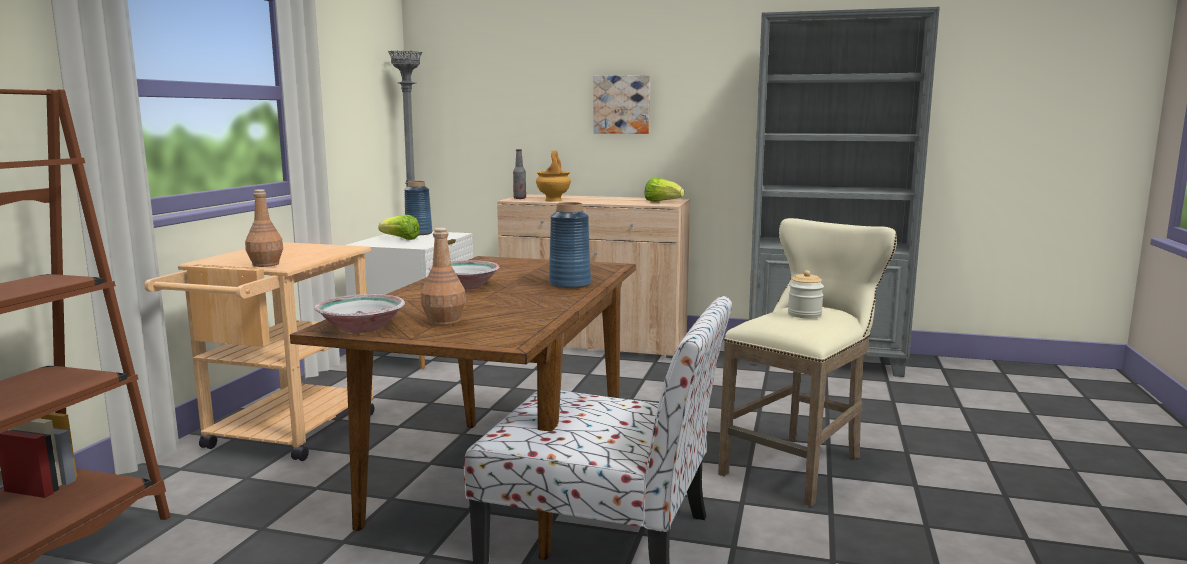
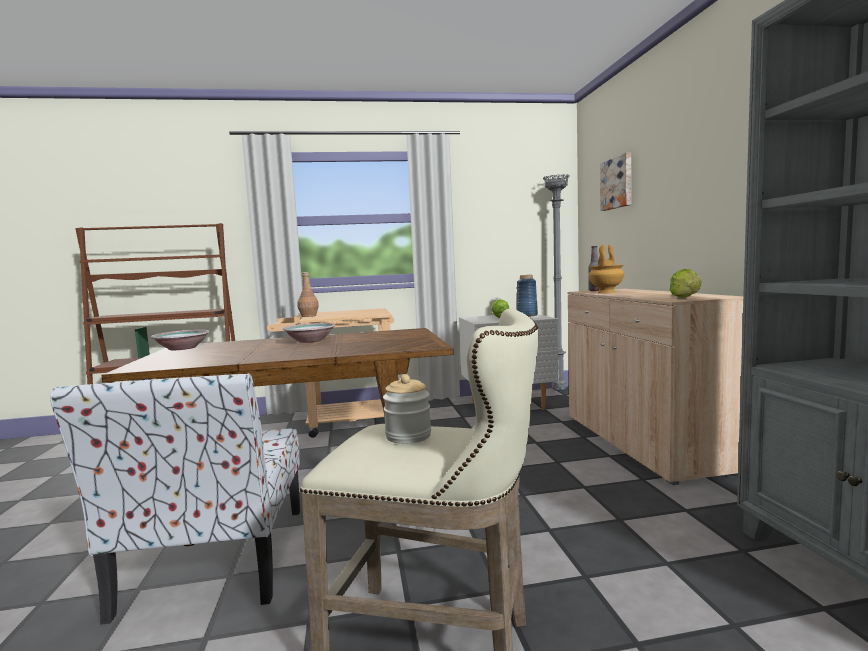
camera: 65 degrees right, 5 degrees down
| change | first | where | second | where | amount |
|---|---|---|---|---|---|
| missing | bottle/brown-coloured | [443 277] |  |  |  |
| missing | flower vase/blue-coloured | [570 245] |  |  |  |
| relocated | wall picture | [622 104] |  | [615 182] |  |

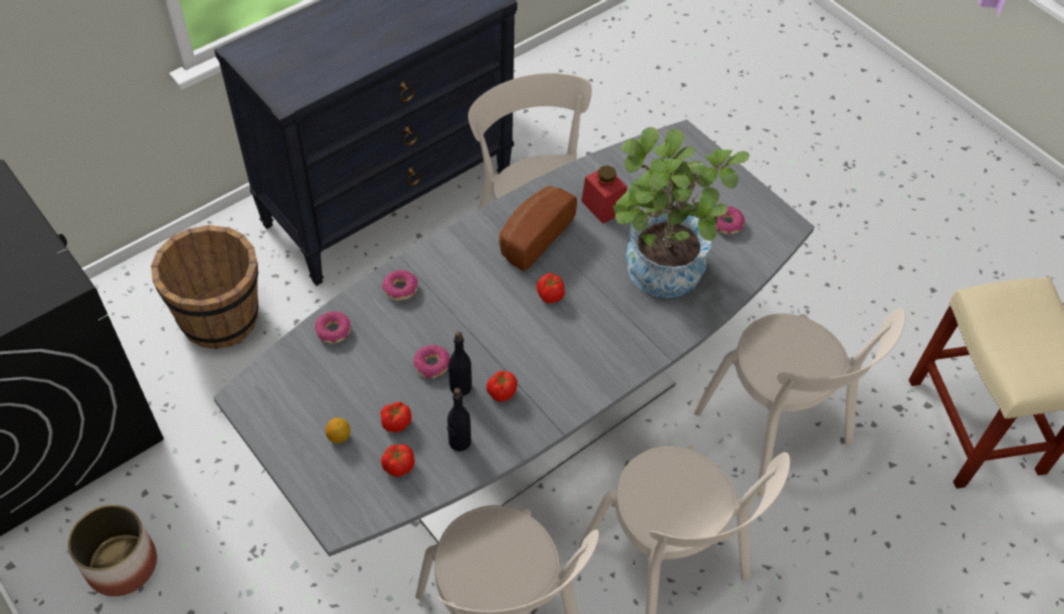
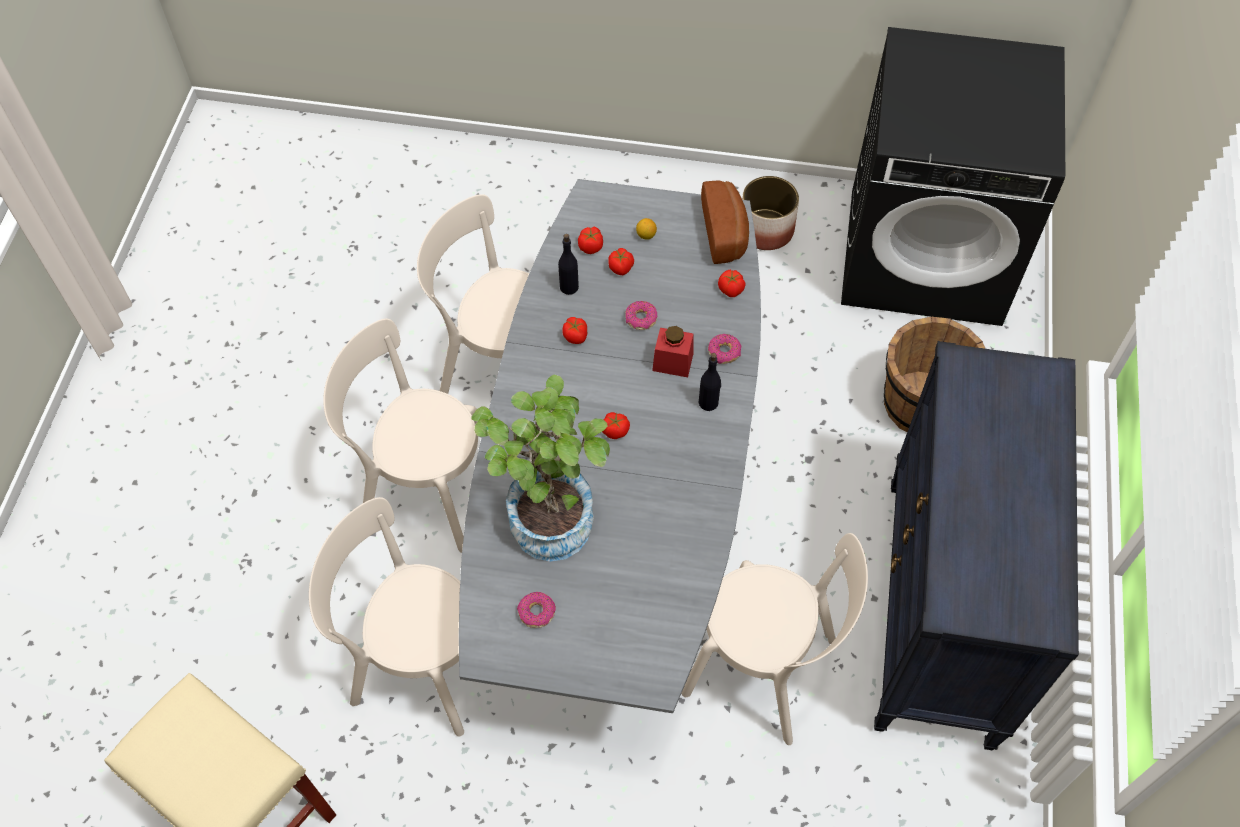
camera: 140 degrees right, 5 degrees up
| change | first | where | second | where | amount |
|---|---|---|---|---|---|
| exchanged | donut | [333 327] | fresh tomato | [732 283] |  |
| relocated | bottle/black | [460 363] |  | [710 382] |  |
| relocated | baked bread | [538 228] |  | [725 222] |  |
| relocated | preserve jar/red | [604 194] |  | [672 351] |  |

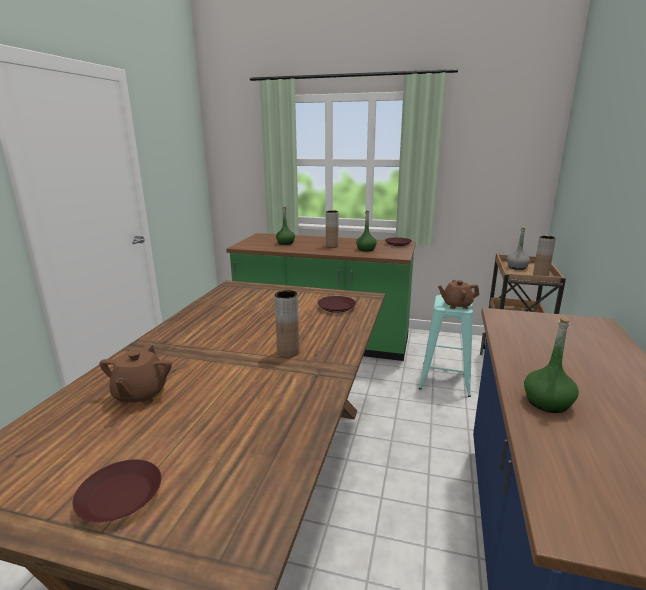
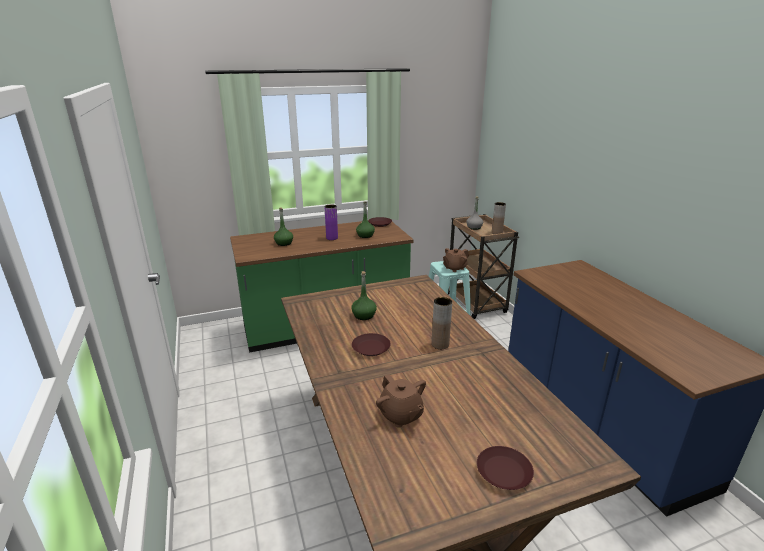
camera: 35 degrees left, 5 degrees up
| change | first | where | second | where | amount |
|---|---|---|---|---|---|
| relocated | plate/brown-coloured | [337 304] |  | [371 344] |  |
| colour | flower vase/brown-coloured | [332 229] | flower vase/purplish | [331 222] |  |
| relocated | bottle/green | [551 365] |  | [364 295] |  |

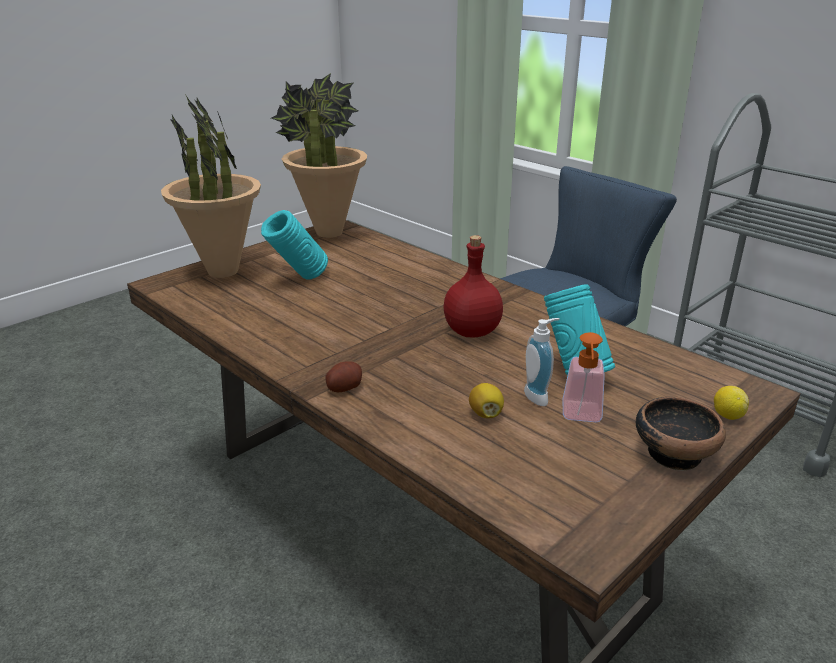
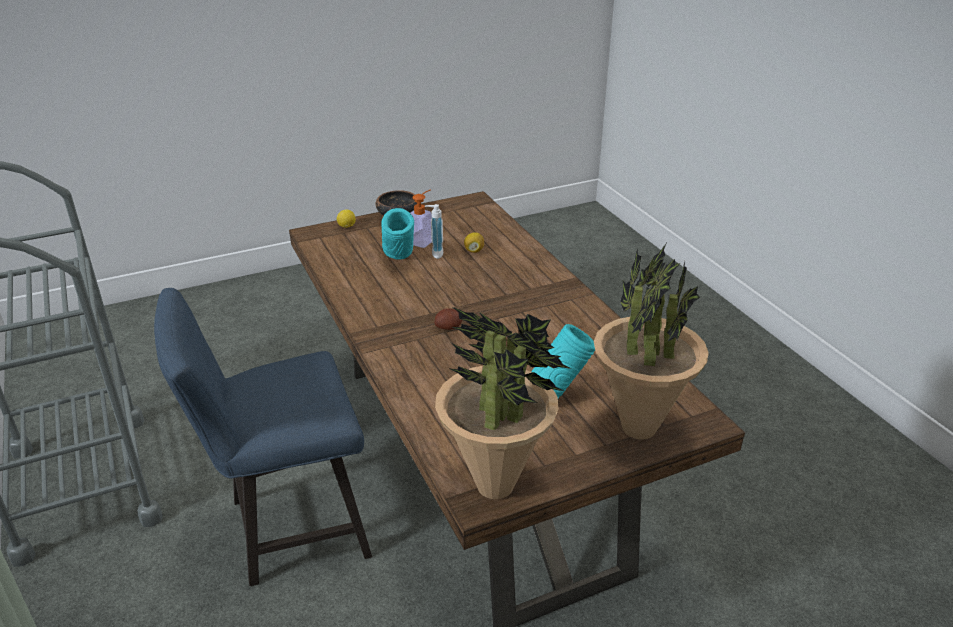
camera: 160 degrees left, 5 degrees up
| change | first | where | second | where | amount |
|---|---|---|---|---|---|
| relocated | whole potato | [344 377] |  | [448 319] |  |
| missing | bottle/red | [473 286] |  |  |  |

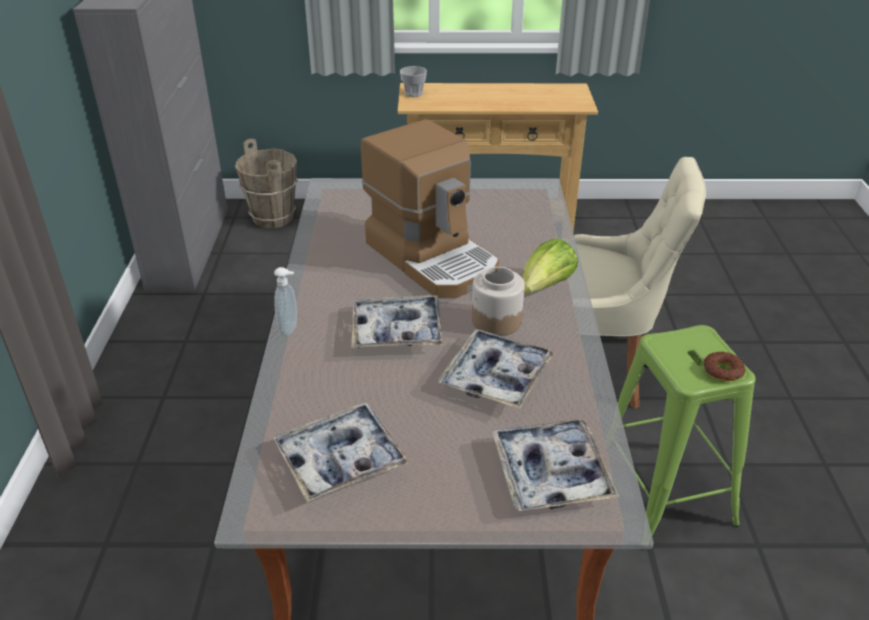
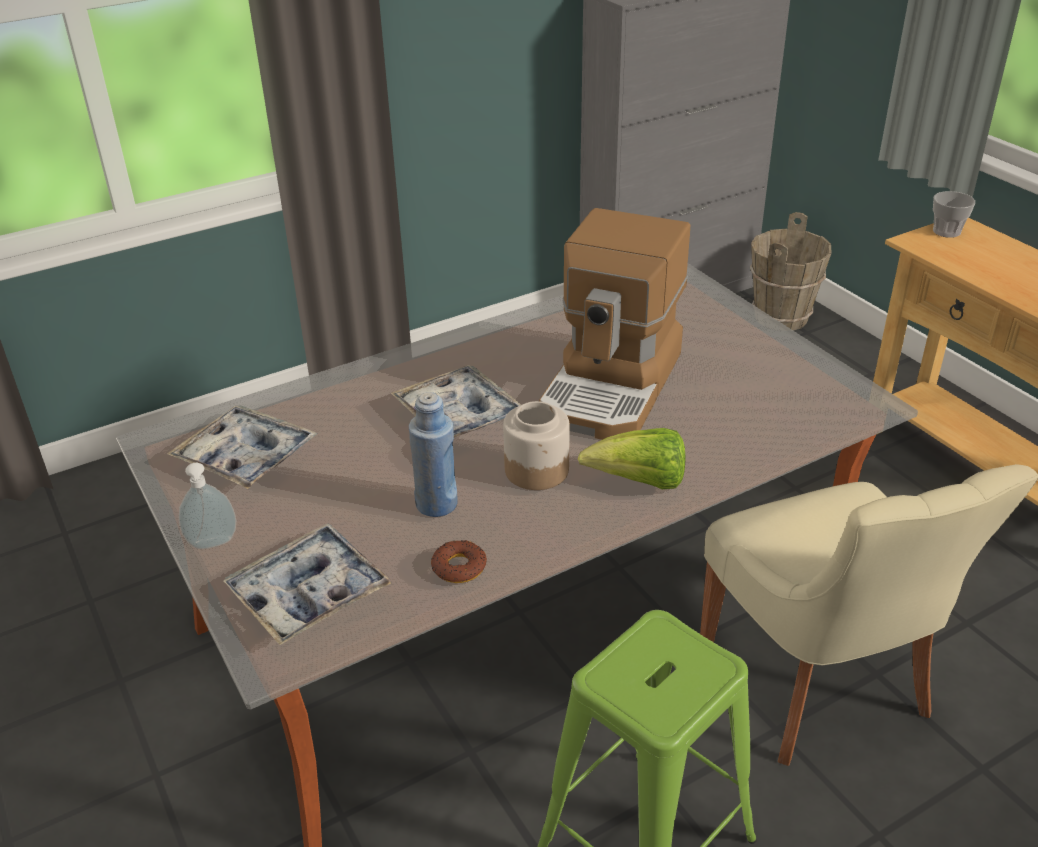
camera: 60 degrees right, 0 degrees up
| change | first | where | second | where | amount |
|---|---|---|---|---|---|
| relocated | liquid soap bottle | [285 302] |  | [207 506] |  |
| exchanged | tray | [496 369] | bottle/blue-coloured | [433 454] |  |
| relocated | donut | [724 366] |  | [459 561] |  |

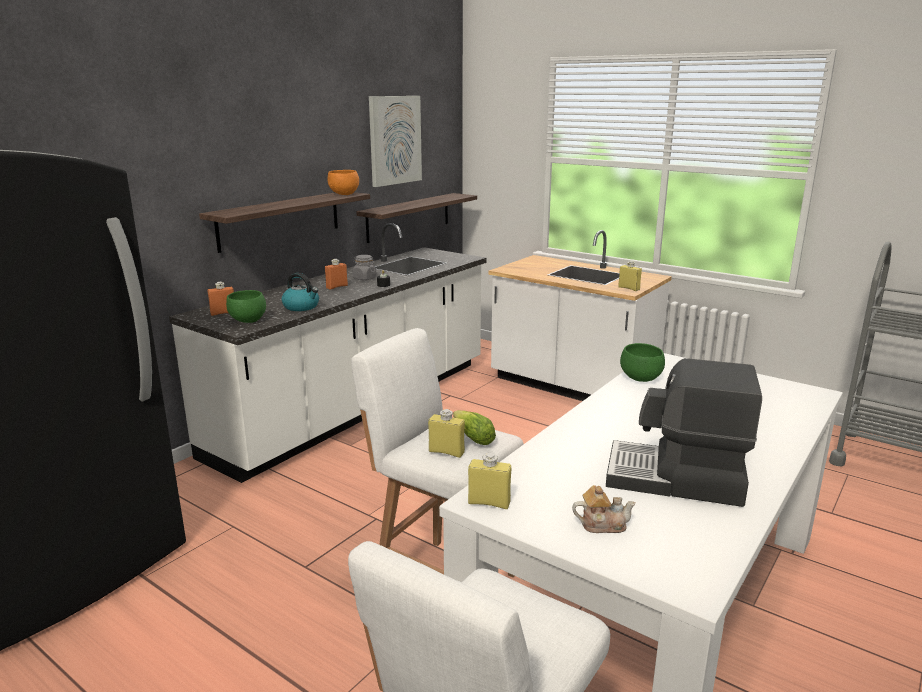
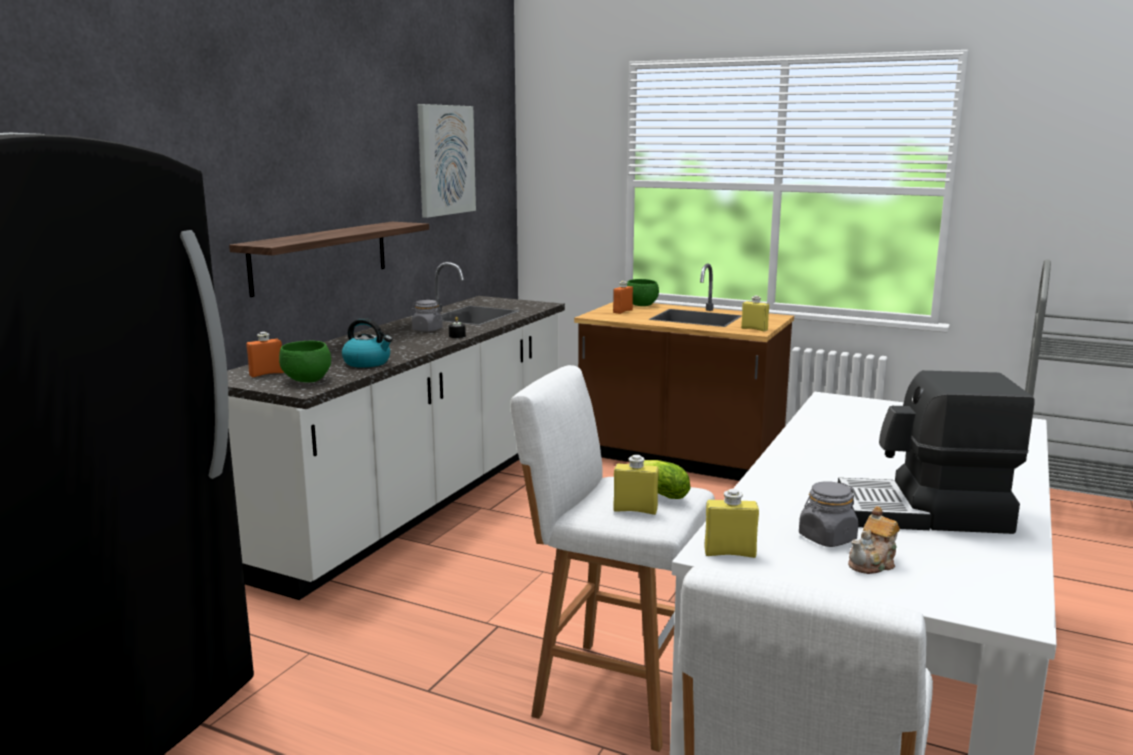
camera: 10 degrees left, 5 degrees down
| change | first | where | second | where | amount |
|---|---|---|---|---|---|
| relocated | bottle/orange | [336 274] |  | [623 297] |  |
| missing | serving bowl/orange | [343 182] |  |  |  |
| missing | shelf | [416 218] |  |  |  |
| colour | counter/white-coloured | [580 315] | counter/brown-coloured | [684 372] |  |
| spun | tea pot | [604 509] |  | [874 540] | 150 degrees clockwise |
| relocated | serving bowl/green | [642 362] |  | [643 292] |  |
| appeared |  |  | preserve jar/grey | [828 514] |  |

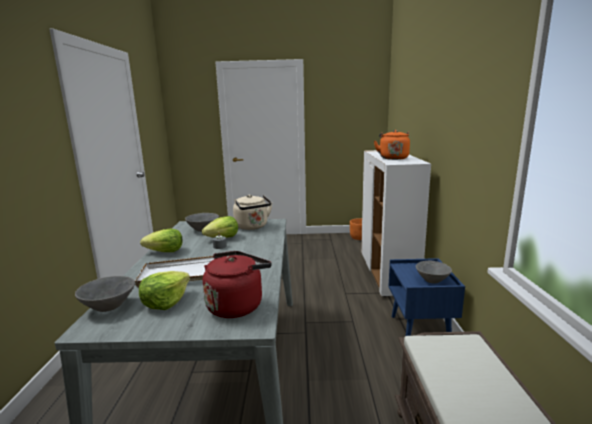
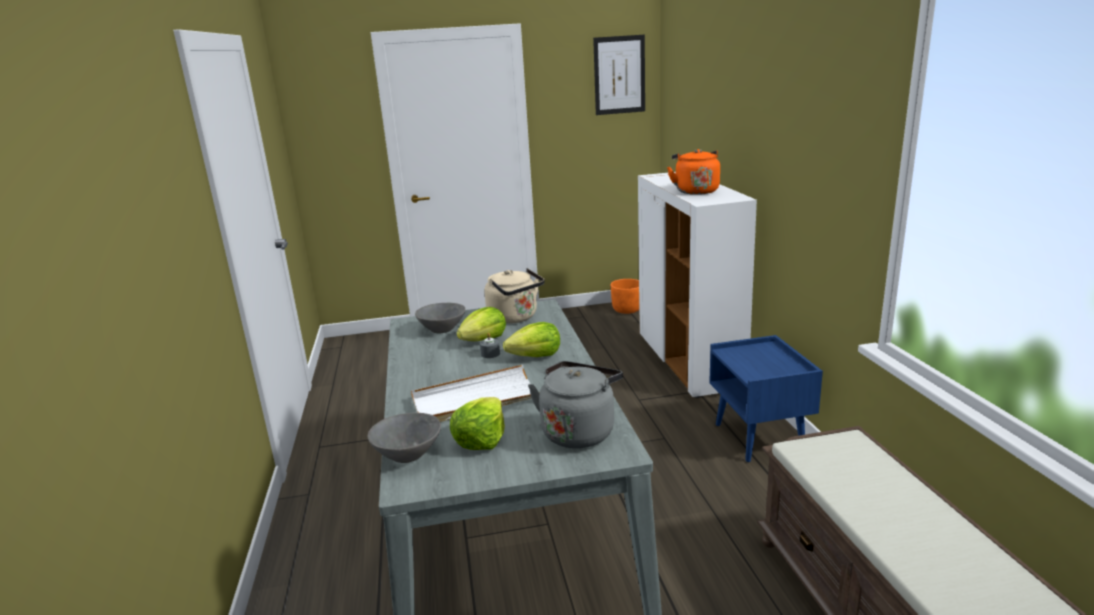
camera: 10 degrees left, 5 degrees up
| change | first | where | second | where | amount |
|---|---|---|---|---|---|
| relocated | head of lettuce | [161 240] |  | [531 339] |  |
| colour | kettle/red | [237 284] | kettle/grey | [575 404] |  |
| missing | serving bowl/grey | [434 272] |  |  |  |
| appeared |  |  | wall picture | [619 75] |  |

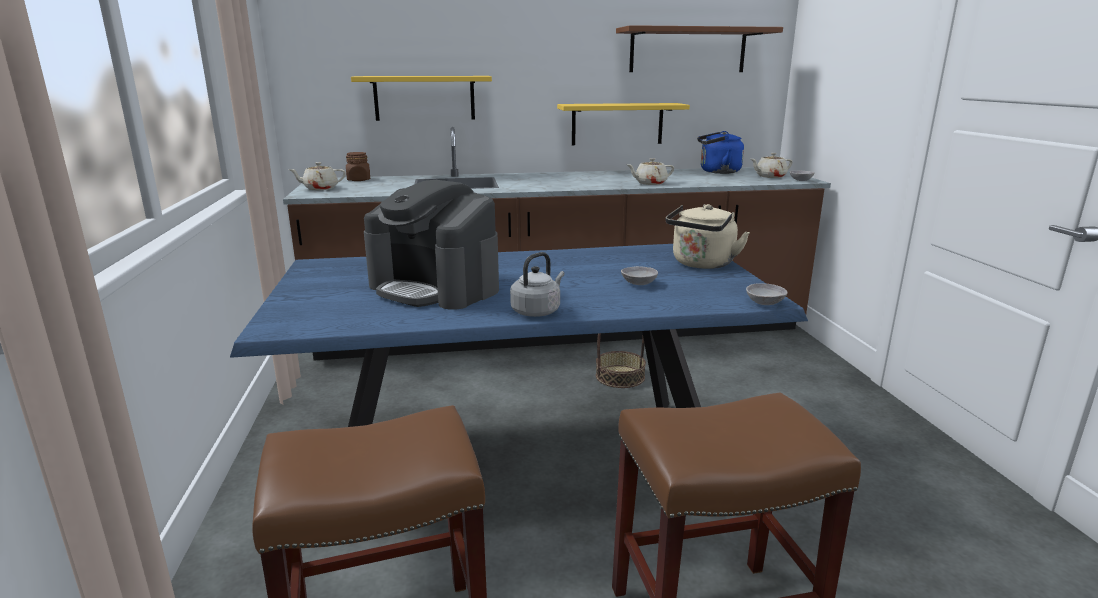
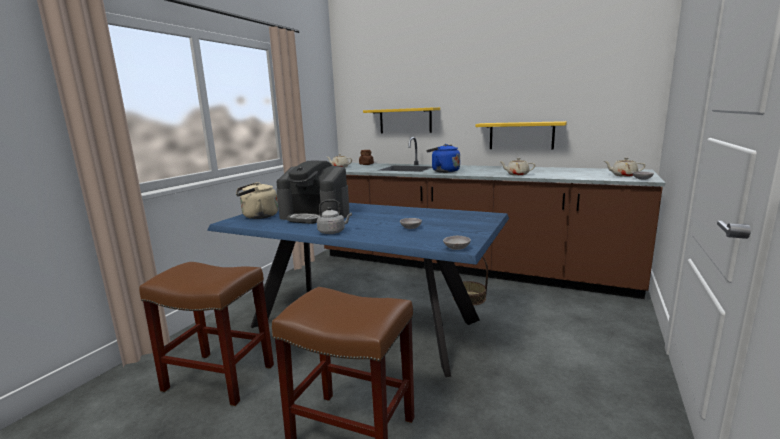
camera: 35 degrees right, 5 degrees down
| change | first | where | second | where | amount |
|---|---|---|---|---|---|
| spun | coffee maker | [431 245] |  | [313 192] | 45 degrees counterclockwise |
| missing | shelf/brown-coloured | [699 48] |  |  |  |
| relocated | kettle/sand-coloured | [708 236] |  | [257 200] |  |
| relocated | kettle/blue-coloured | [720 152] |  | [443 158] |  |

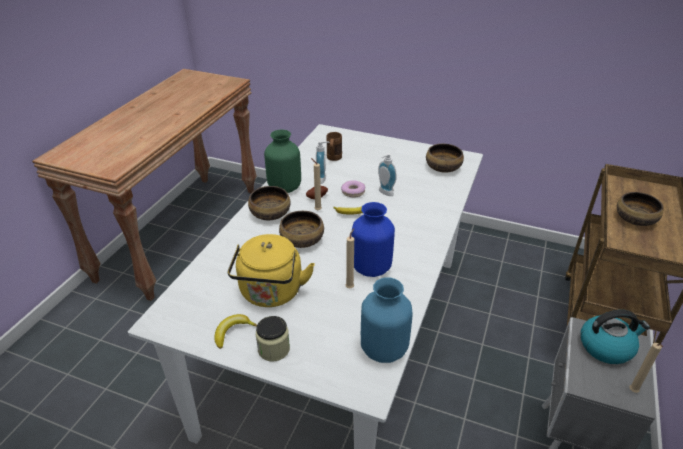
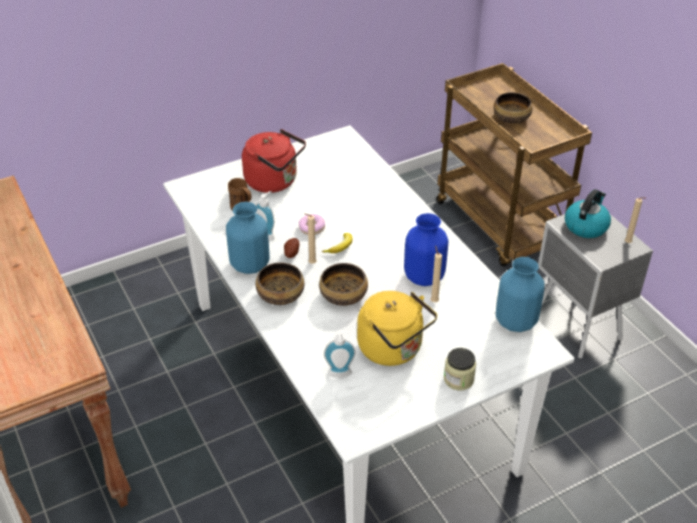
camera: 50 degrees left, 5 degrees up
| change | first | where | second | where | amount |
|---|---|---|---|---|---|
| missing | banana | [235 331] |  |  |  |
| colour | flower vase/green | [282 161] | flower vase/blue-coloured | [248 238] |  |
| relocated | liquid soap bottle | [387 174] |  | [340 354] |  |
| missing | serving bowl | [445 158] |  |  |  |
| appeared |  |  | kettle/red | [274 161] |  |

